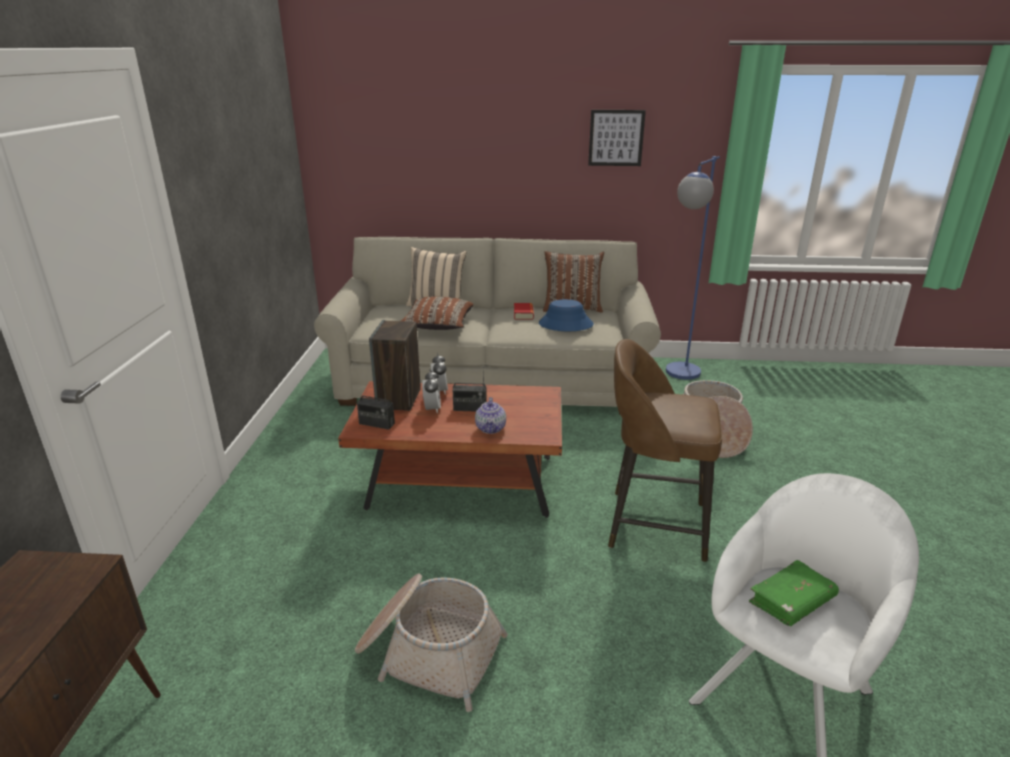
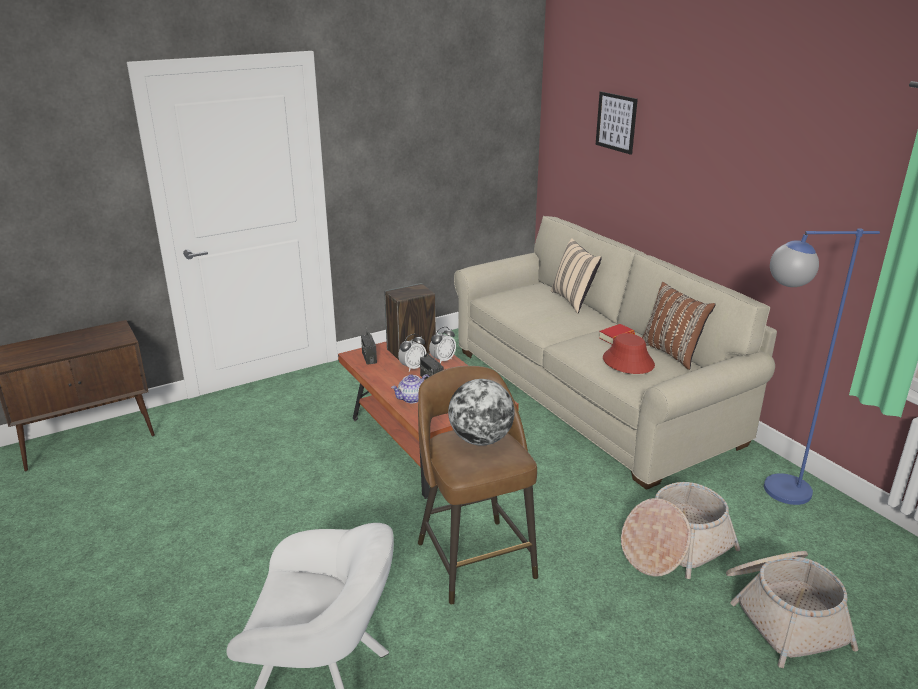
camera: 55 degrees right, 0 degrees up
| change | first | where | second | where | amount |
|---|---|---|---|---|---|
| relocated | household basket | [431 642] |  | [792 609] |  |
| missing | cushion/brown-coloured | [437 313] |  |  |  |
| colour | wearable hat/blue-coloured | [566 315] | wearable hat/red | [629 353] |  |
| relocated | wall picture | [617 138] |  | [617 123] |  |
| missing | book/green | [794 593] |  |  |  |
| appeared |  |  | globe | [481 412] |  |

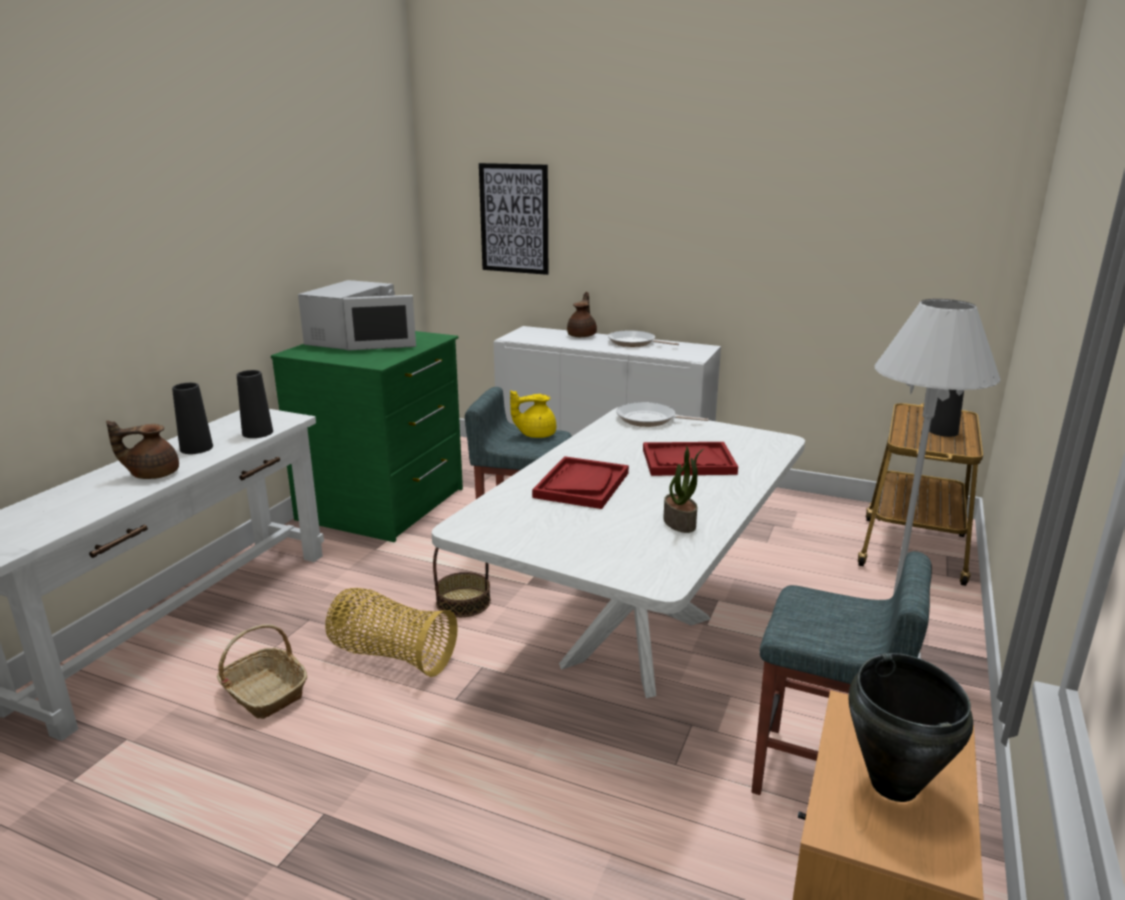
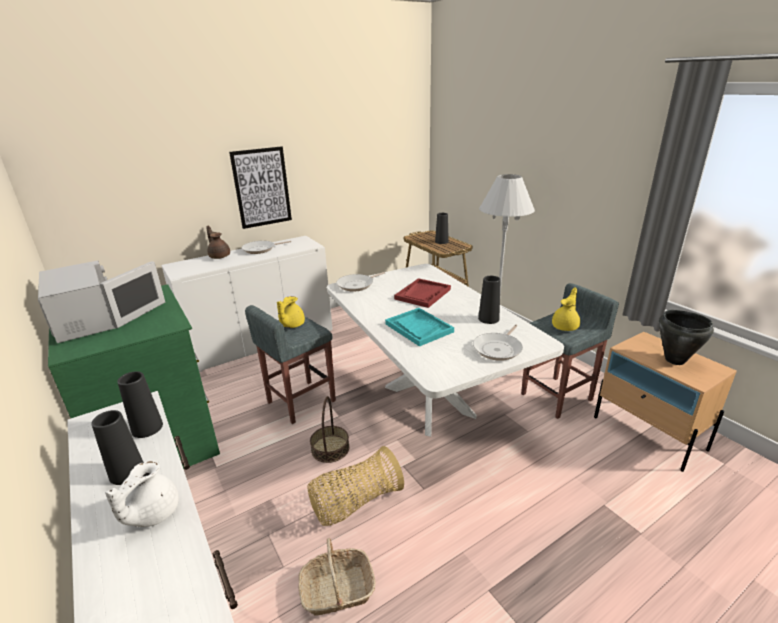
camera: 55 degrees left, 5 degrees up
| change | first | where | second | where | amount |
|---|---|---|---|---|---|
| colour | tea pot/brown-coloured | [142 449] | tea pot/white-coloured | [142 494] |  |
| relocated | wall picture | [513 219] |  | [260 187] |  |
| colour | tray/red | [580 482] | tray/turquoise | [419 327] |  |
| exchanged | houseplant | [683 489] | flower vase/black | [489 300] |  |
| appeared |  |  | frying pan | [498 343] |  |
| appeared |  |  | tea pot/yellow-coloured | [566 309] |  |

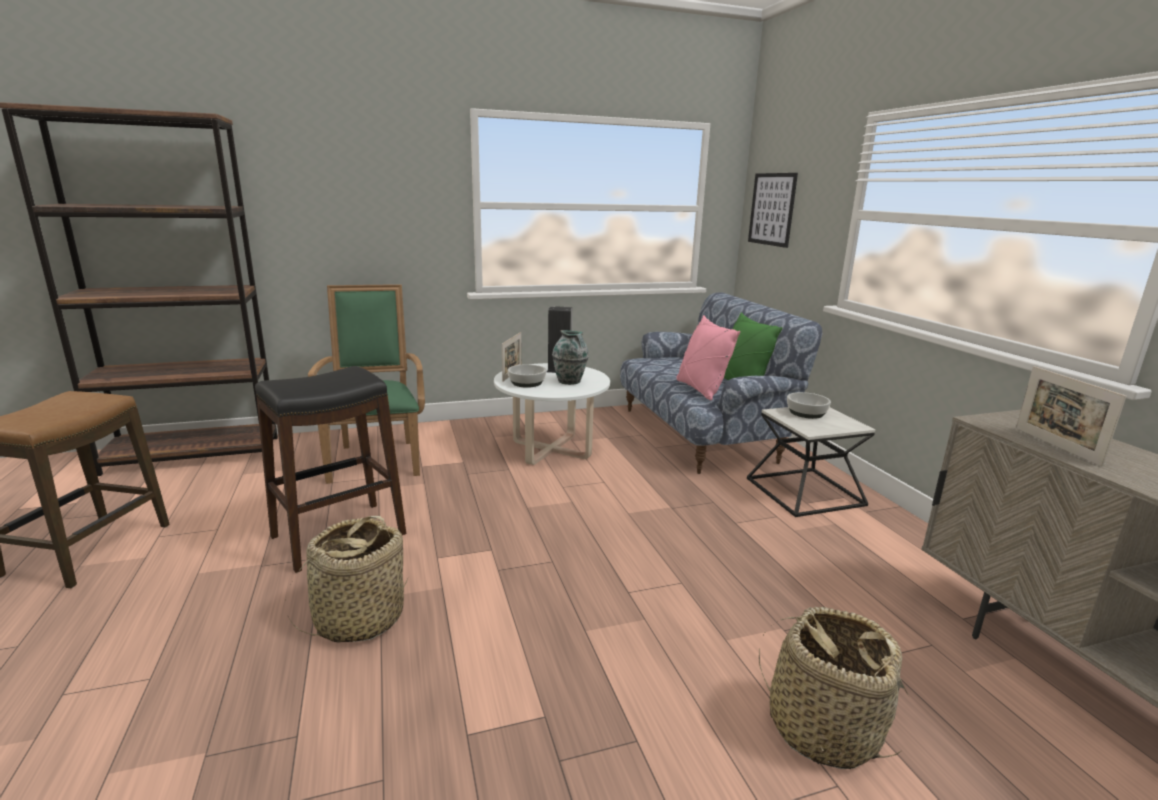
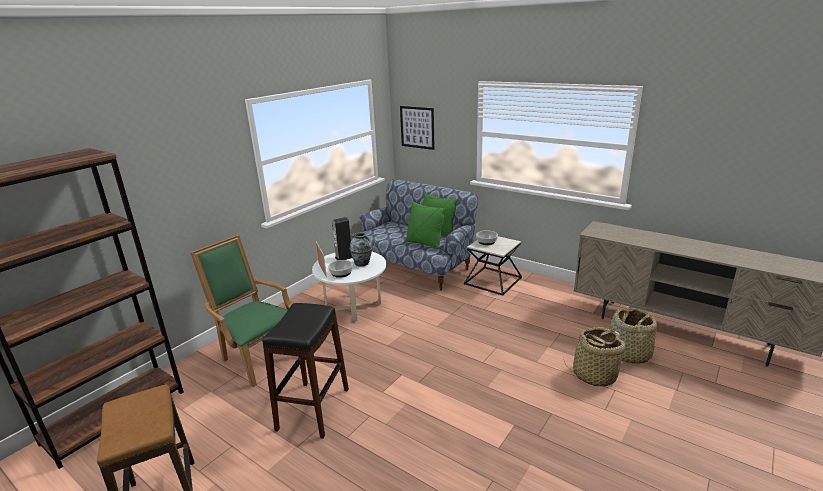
camera: 35 degrees left, 5 degrees up
| change | first | where | second | where | amount |
|---|---|---|---|---|---|
| relocated | household basket | [348 579] |  | [633 335] |  |
| colour | cushion/pink-coloured | [708 358] | cushion/green | [425 225] |  |
| missing | photo frame | [1071 416] |  |  |  |

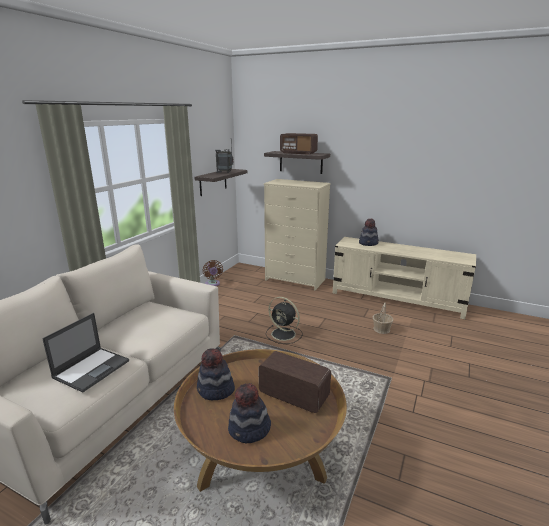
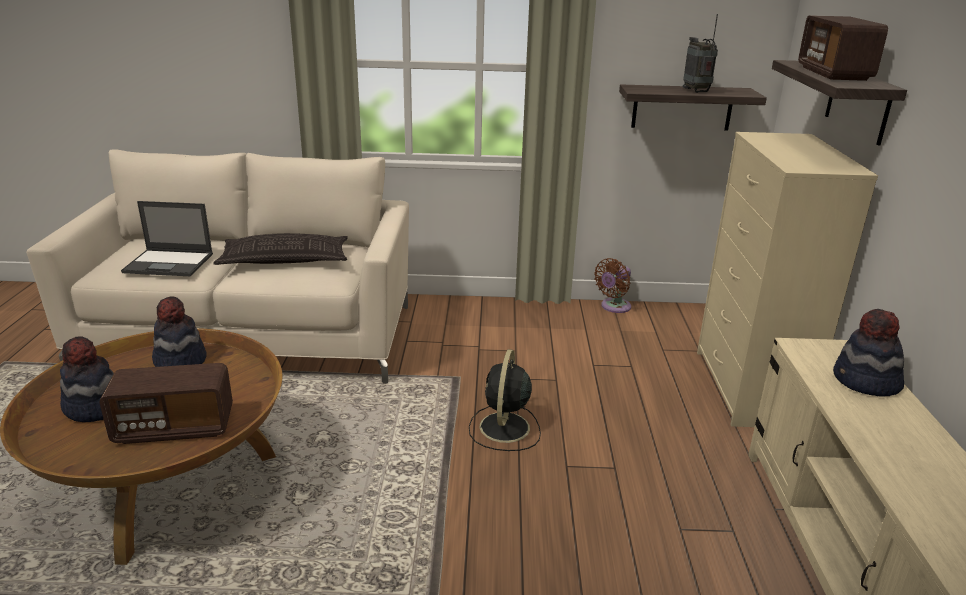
camera: 65 degrees right, 5 degrees up
| change | first | where | second | where | amount |
|---|---|---|---|---|---|
| spun | radio | [294 382] |  | [166 403] | 75 degrees clockwise |
| missing | household basket | [383 318] |  |  |  |
| appeared |  |  | cushion | [280 249] |  |

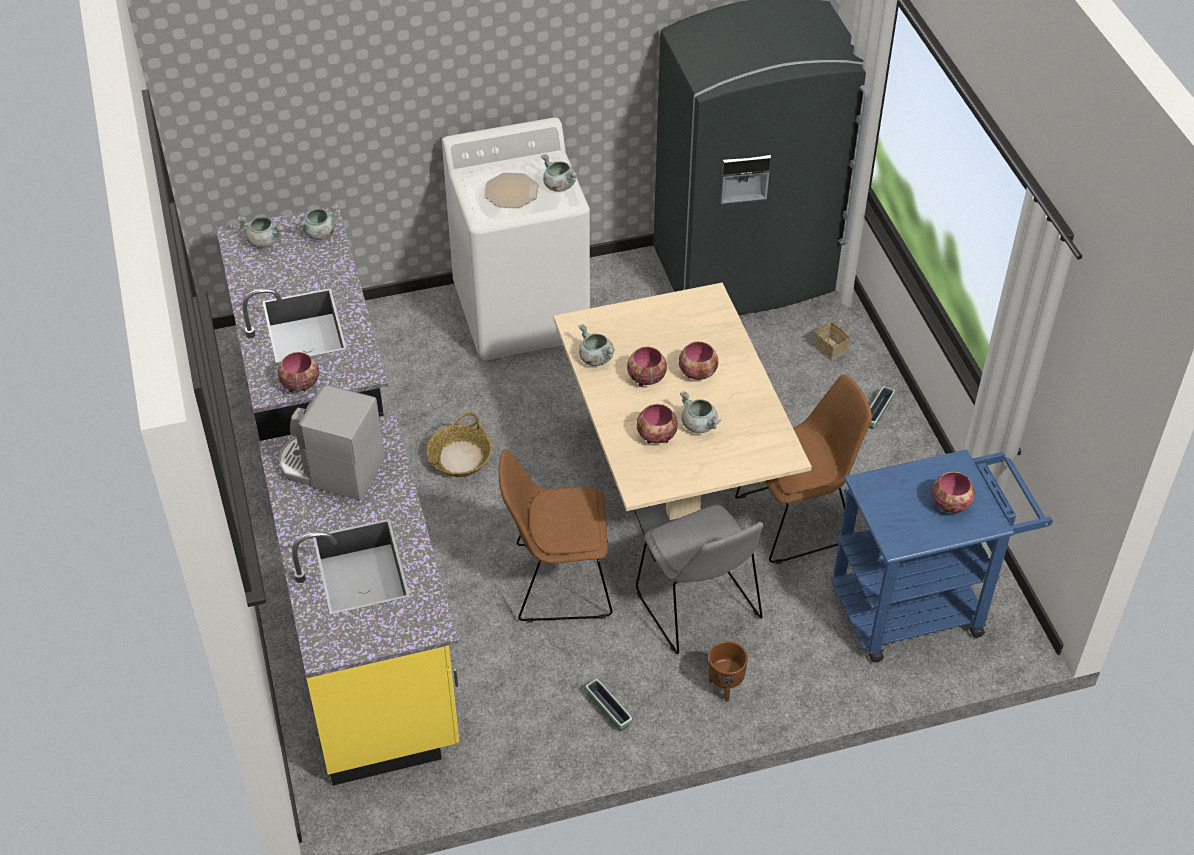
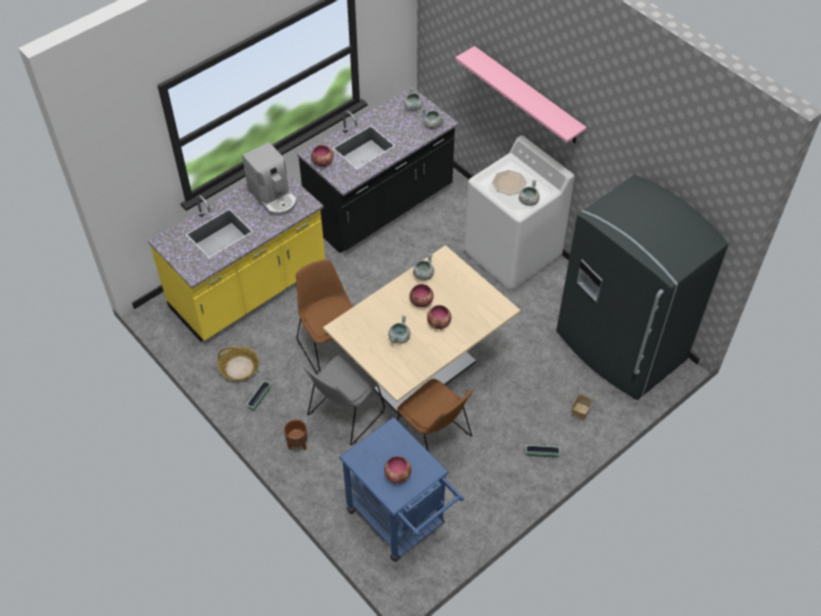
camera: 65 degrees right, 5 degrees up
| change | first | where | second | where | amount |
|---|---|---|---|---|---|
| spun | coffee maker | [332 443] |  | [269 179] | 150 degrees clockwise |
| relocated | household basket | [459 444] |  | [238 363] |  |
| missing | serving bowl | [657 423] |  |  |  |
| appeared |  |  | shelf/pink-coloured | [521 94] |  |

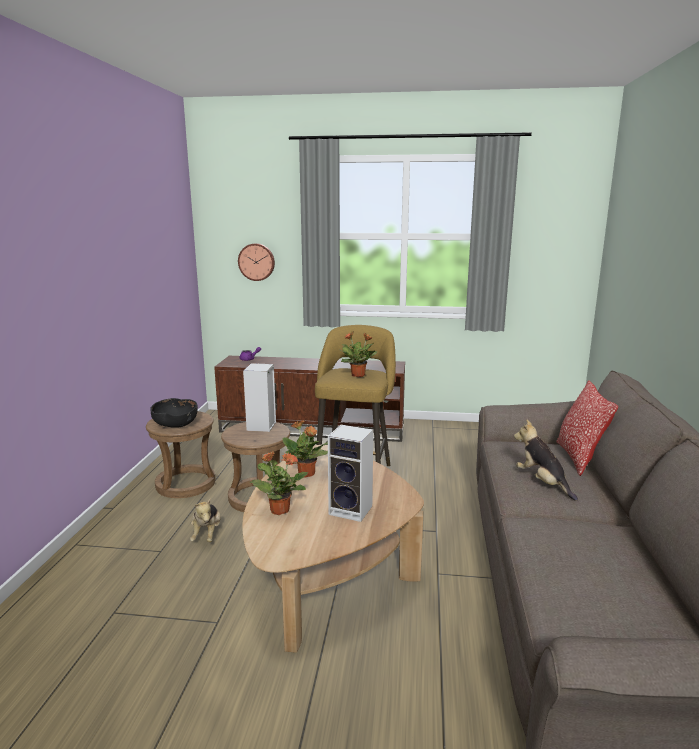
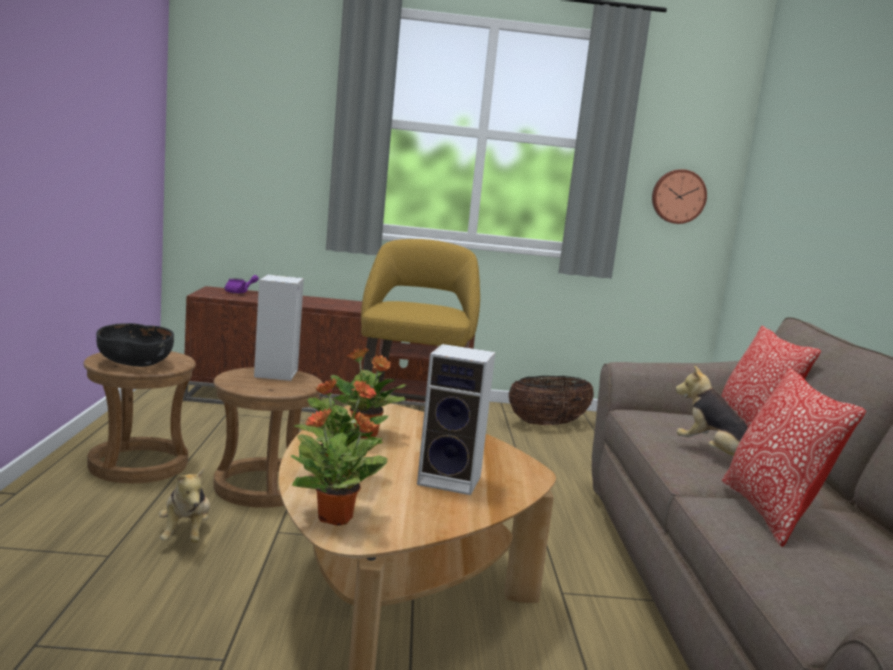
camera: 10 degrees left, 5 degrees down
| change | first | where | second | where | amount |
|---|---|---|---|---|---|
| relocated | wall clock | [256 262] |  | [679 196] |  |
| relocated | houseplant | [358 354] |  | [339 467] |  |
| appeared |  |  | household basket | [551 400] |  |
| appeared |  |  | cushion | [794 457] |  |

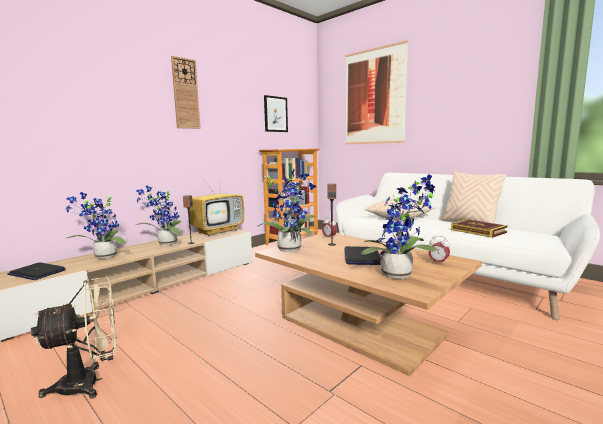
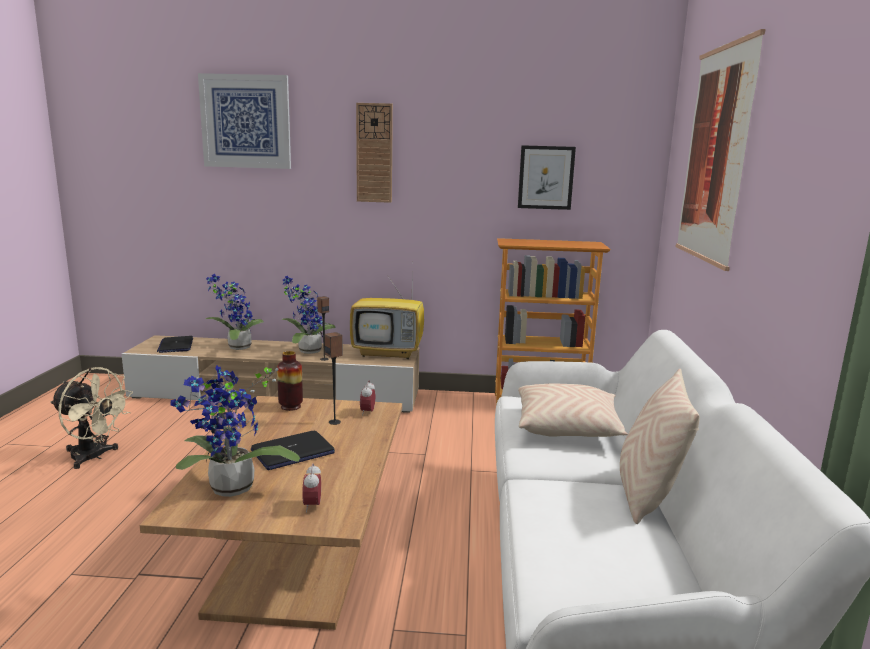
camera: 50 degrees right, 5 degrees up
| change | first | where | second | where | amount |
|---|---|---|---|---|---|
| exchanged | houseplant | [287 210] | flower vase | [290 381] |  |
| missing | book | [479 228] |  |  |  |
| appeared |  |  | wall picture | [244 121] |  |

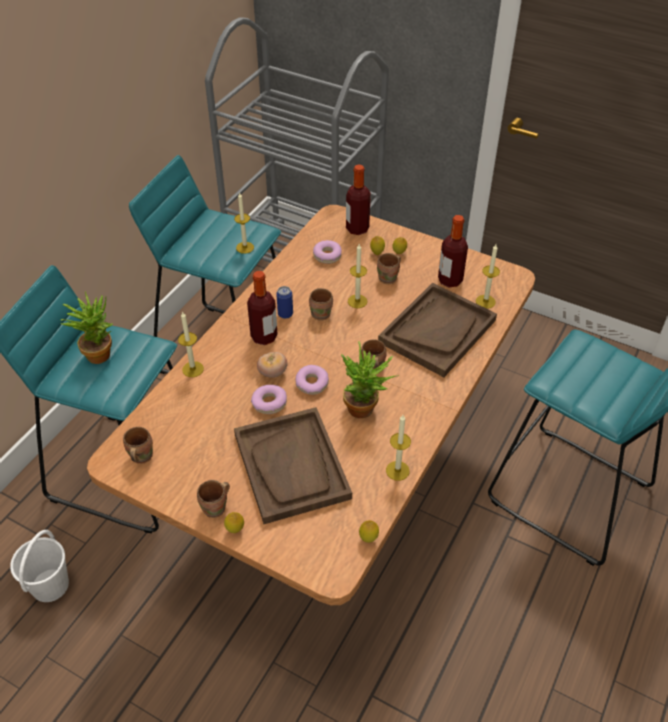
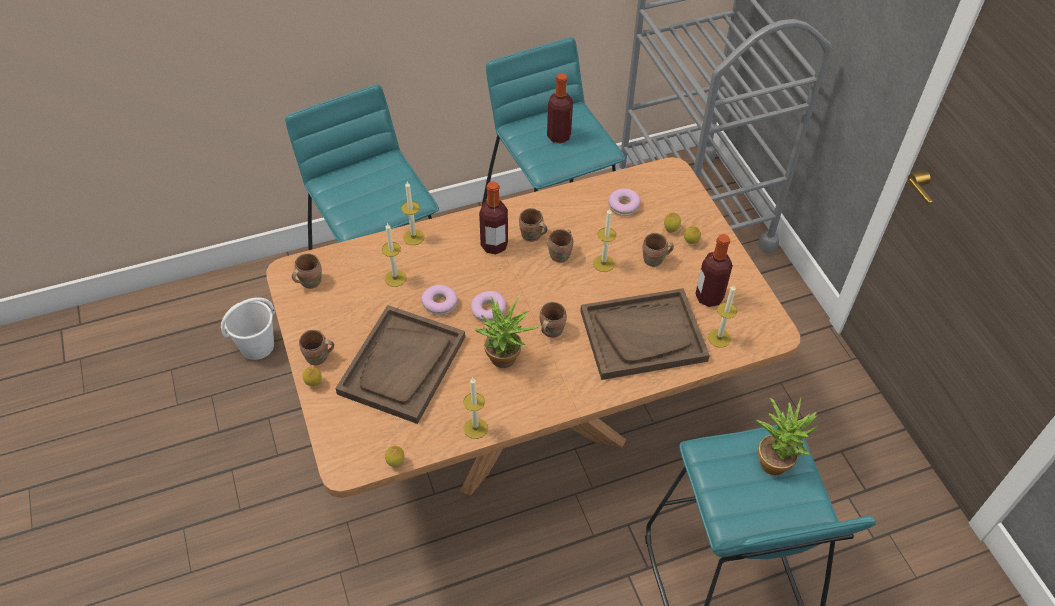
camera: 40 degrees right, 5 degrees up
| change | first | where | second | where | amount |
|---|---|---|---|---|---|
| relocated | houseplant | [87 328] |  | [788 436] |  |
| relocated | wax light | [244 223] |  | [394 255] |  |
| missing | fresh tomato | [272 365] |  |  |  |
| exchanged | sealed can | [284 302] | mug/brown-coloured | [533 225] |  |
| relocated | bottle | [358 199] |  | [560 108] |  |

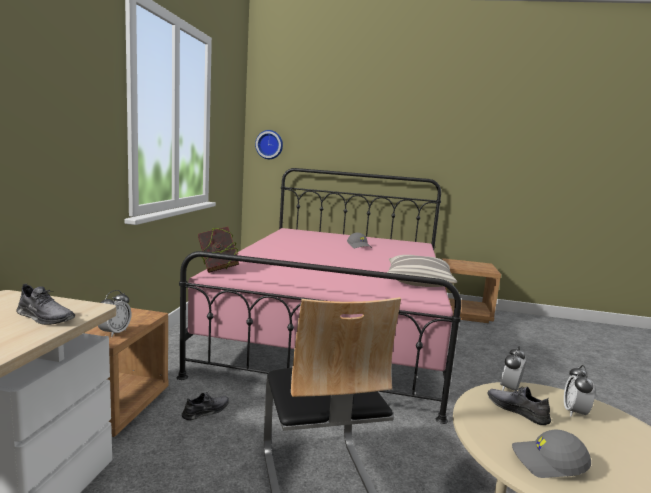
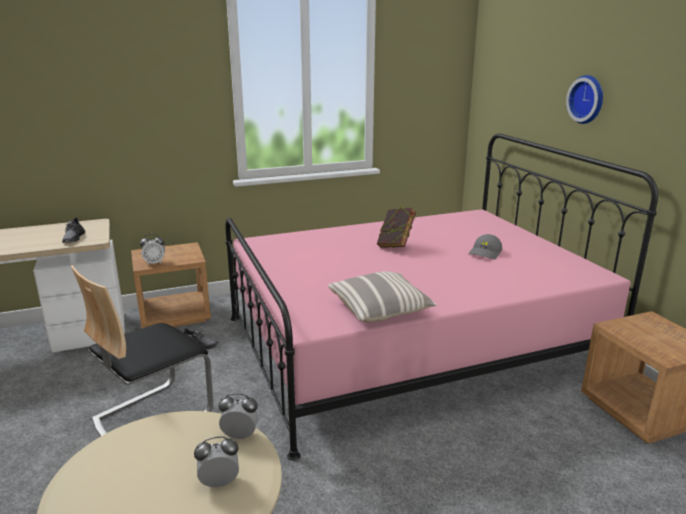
camera: 60 degrees right, 10 degrees up
| change | first | where | second | where | amount |
|---|---|---|---|---|---|
| relocated | book | [218 249] |  | [396 227] |  |
| relocated | wall clock | [269 144] |  | [584 99] |  |
| missing | low shoe/grey | [519 406] |  |  |  |
| missing | peaked cap/grey | [551 454] |  |  |  |

